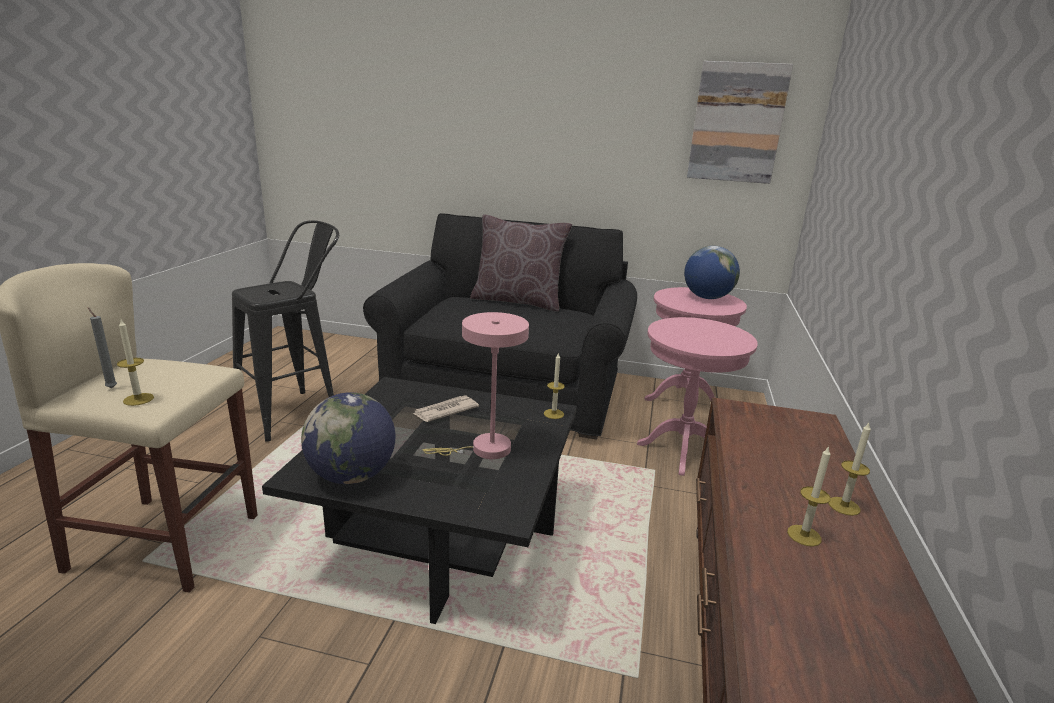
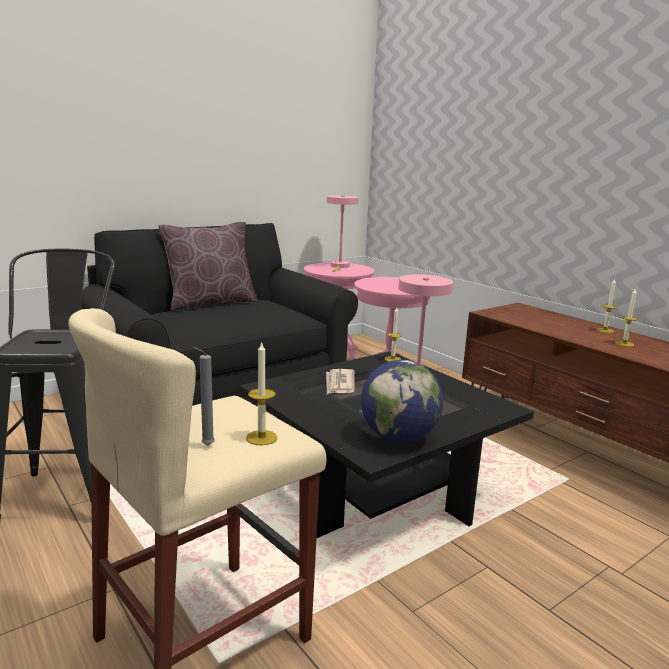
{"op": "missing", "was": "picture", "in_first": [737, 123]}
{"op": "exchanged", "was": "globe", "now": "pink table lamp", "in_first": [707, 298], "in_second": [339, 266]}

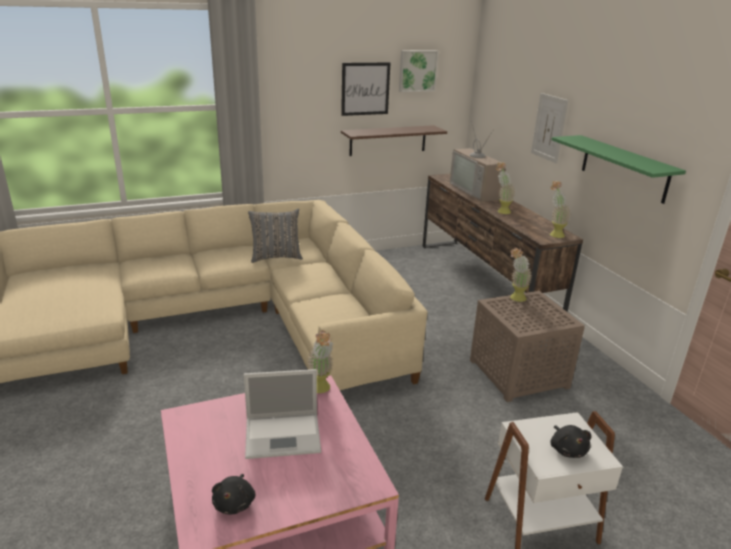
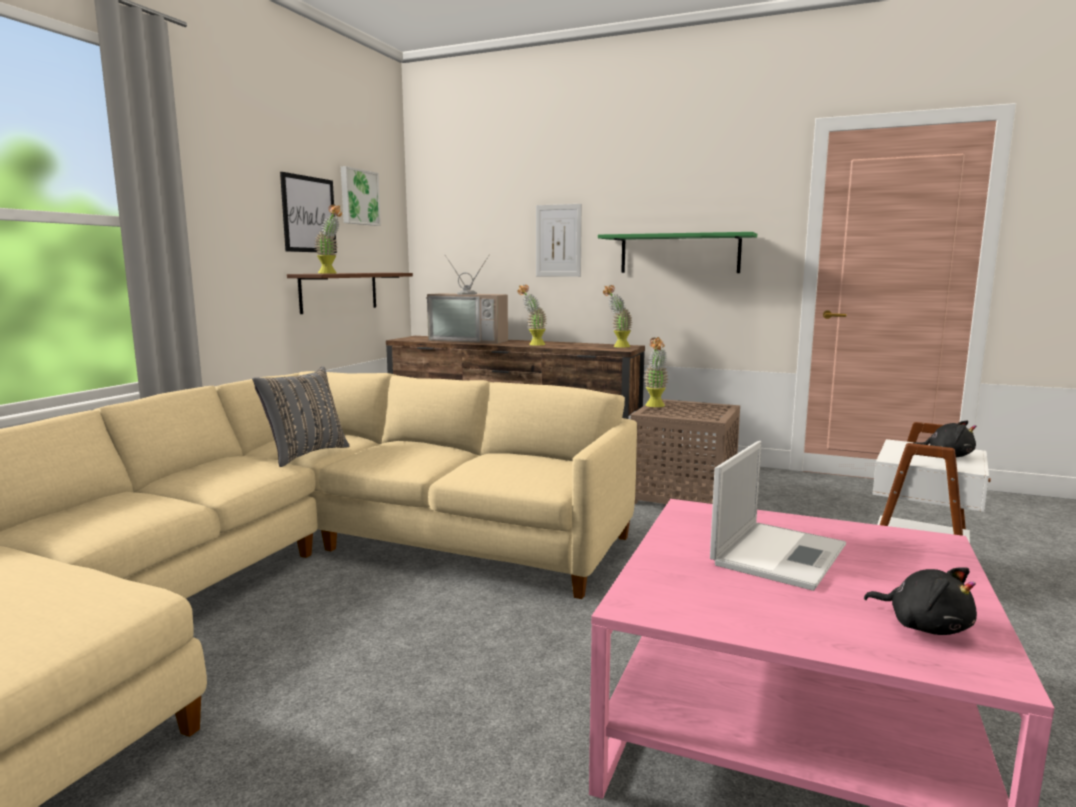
{"op": "relocated", "was": "potted plant", "in_first": [321, 390], "in_second": [331, 273]}

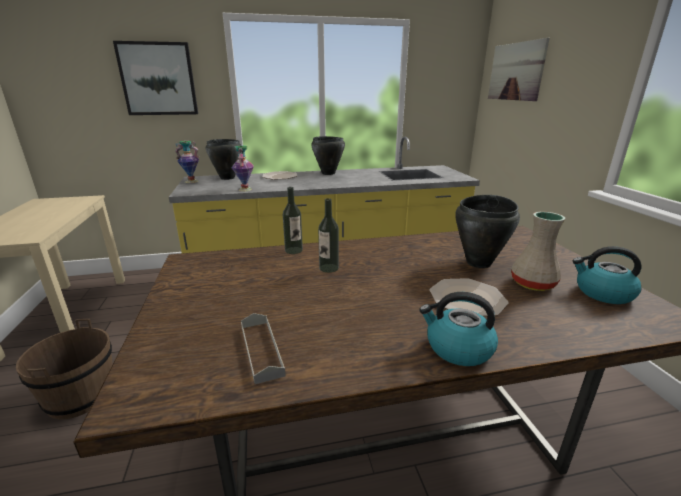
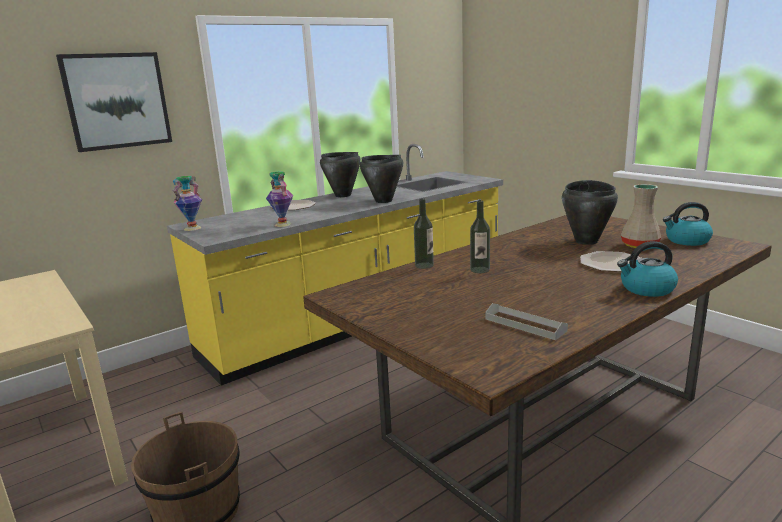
{"op": "missing", "was": "picture", "in_first": [516, 71]}
{"op": "relocated", "was": "black cooking pot", "in_first": [227, 178], "in_second": [384, 201]}

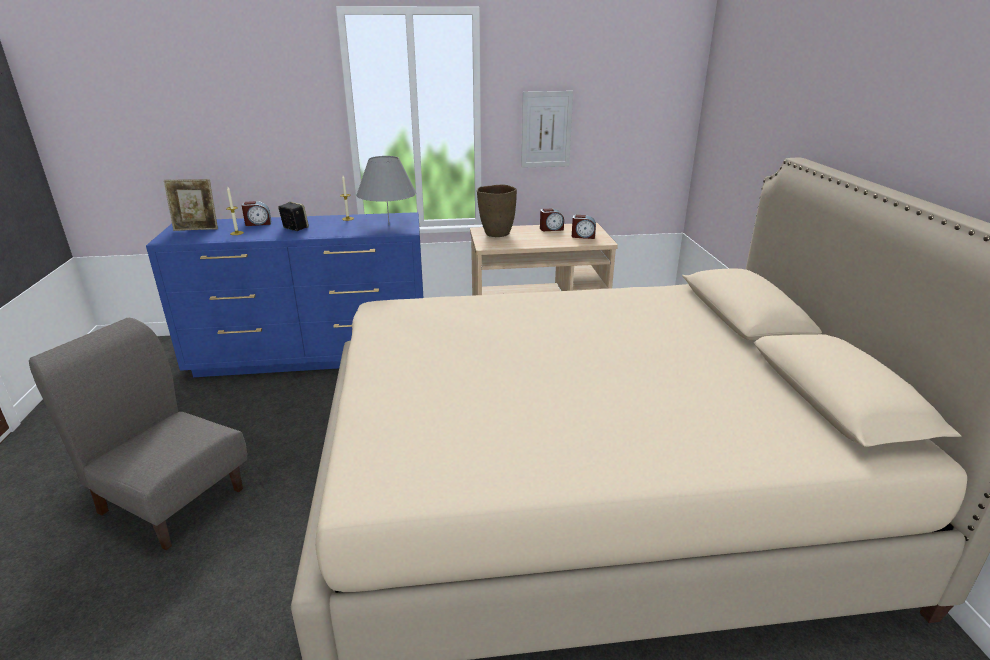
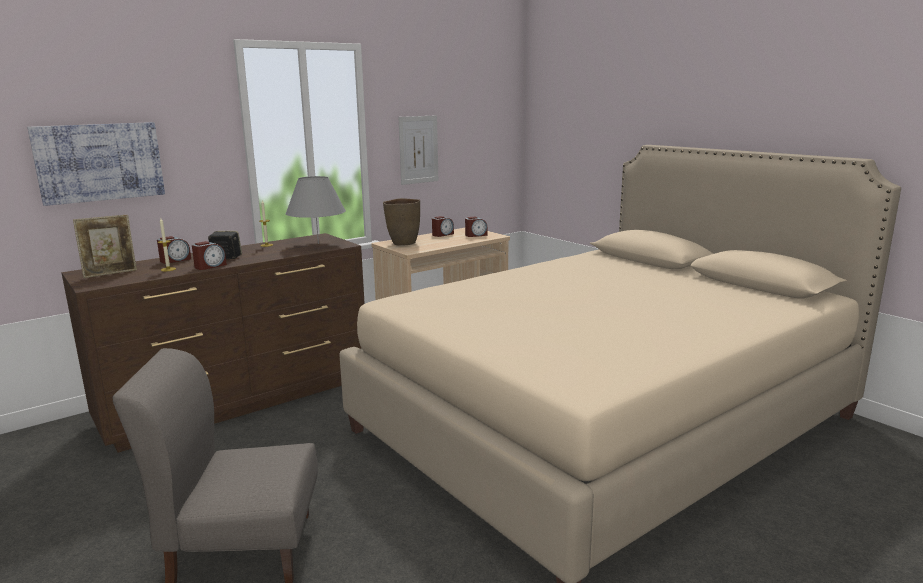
{"op": "appeared", "now": "picture", "in_second": [99, 162]}
{"op": "appeared", "now": "alarm clock", "in_second": [210, 266]}
{"op": "colour", "was": "blue dresser", "now": "brown dresser", "in_first": [314, 355], "in_second": [241, 400]}

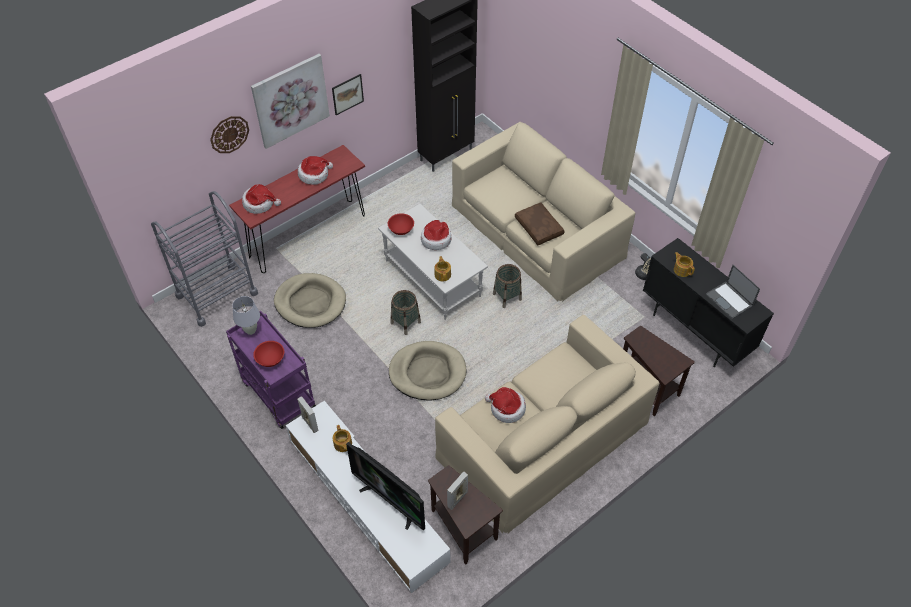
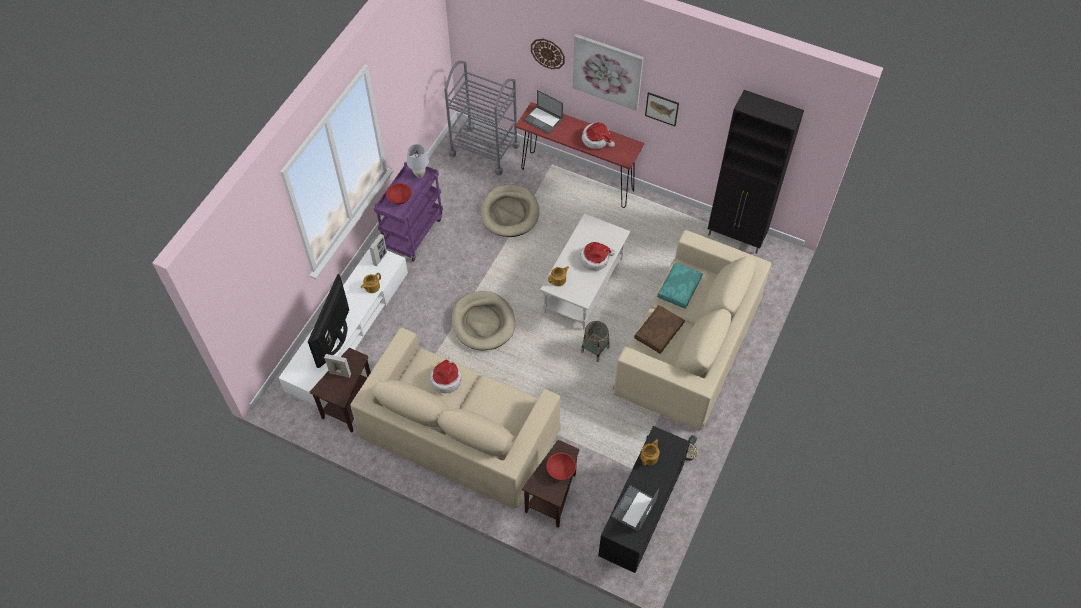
{"op": "missing", "was": "basket", "in_first": [405, 323]}
{"op": "appeared", "now": "turquoise pillow", "in_second": [679, 289]}
{"op": "relocated", "was": "red bowl", "in_first": [401, 229], "in_second": [560, 470]}
{"op": "exchanged", "was": "hat", "now": "laptop", "in_first": [259, 203], "in_second": [543, 119]}

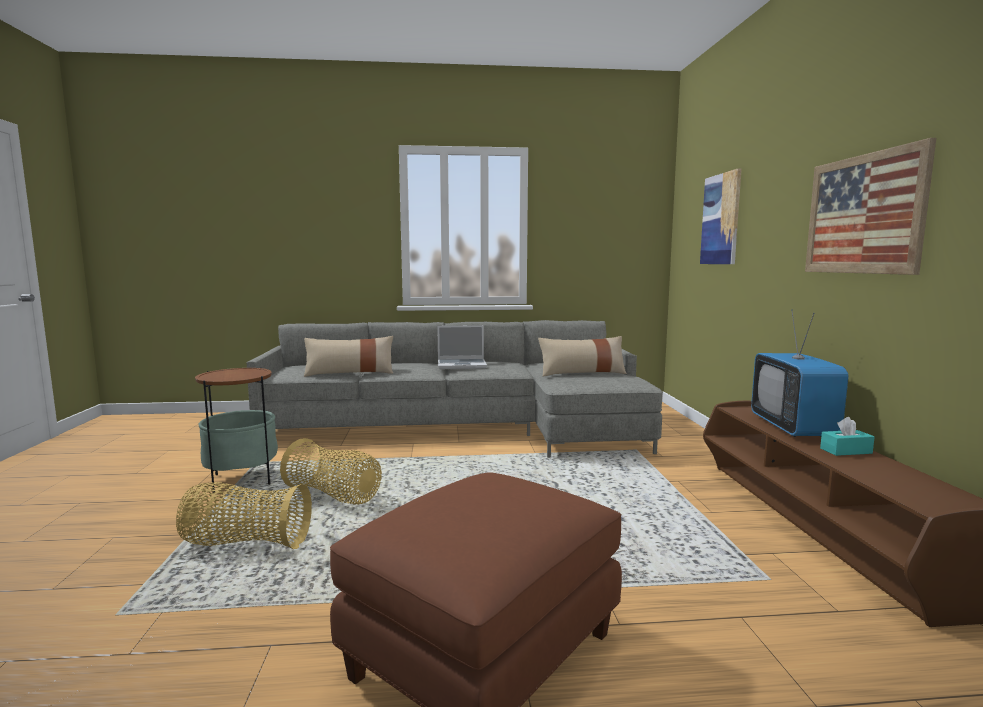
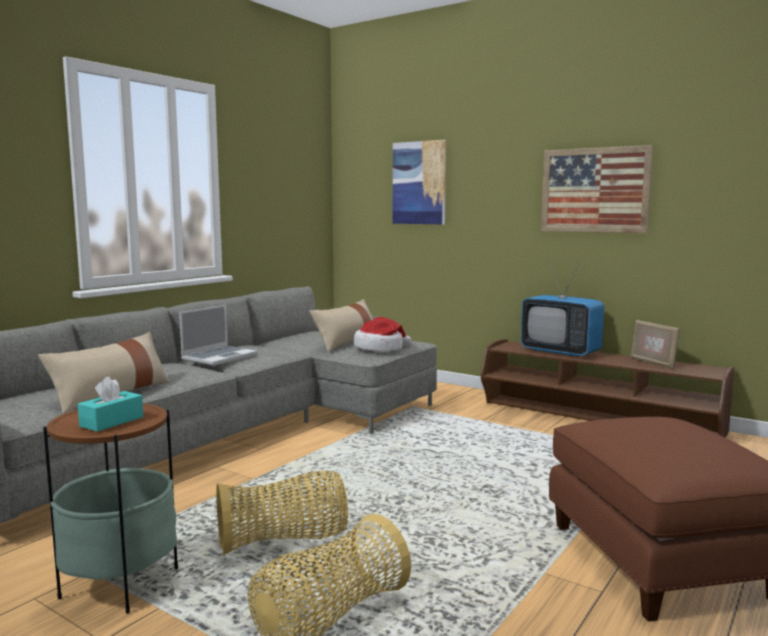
{"op": "appeared", "now": "hat", "in_second": [380, 348]}
{"op": "appeared", "now": "picture frame", "in_second": [652, 363]}
{"op": "relocated", "was": "turquoise tissue box", "in_first": [846, 451], "in_second": [112, 421]}

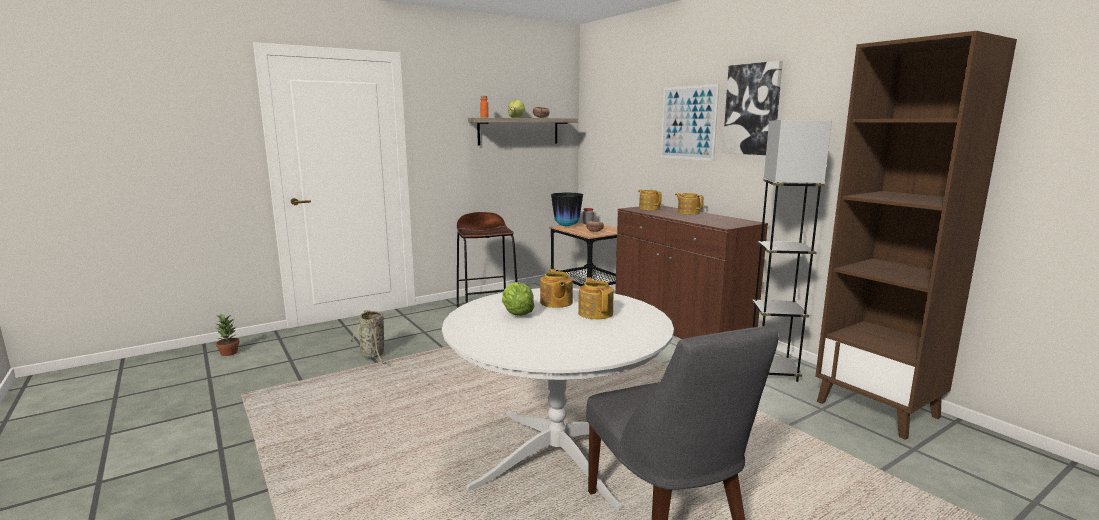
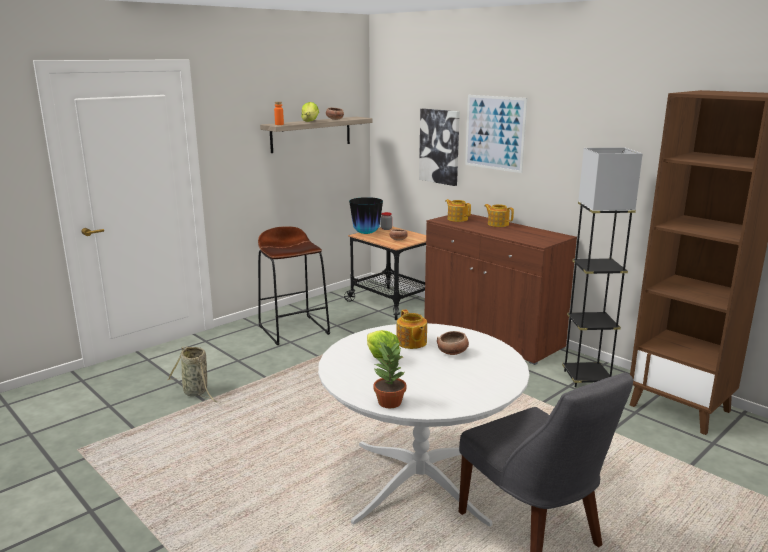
{"op": "relocated", "was": "potted plant", "in_first": [228, 353], "in_second": [389, 402]}
{"op": "relocated", "was": "picture", "in_first": [752, 109], "in_second": [440, 146]}
{"op": "exchanged", "was": "teapot", "now": "bowl", "in_first": [595, 313], "in_second": [453, 352]}

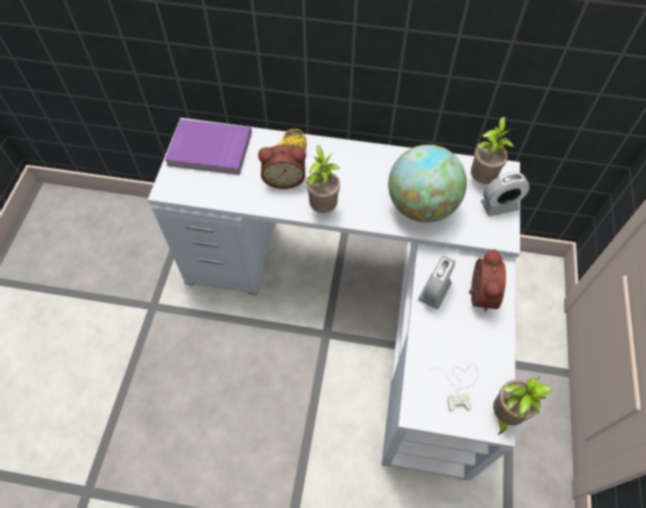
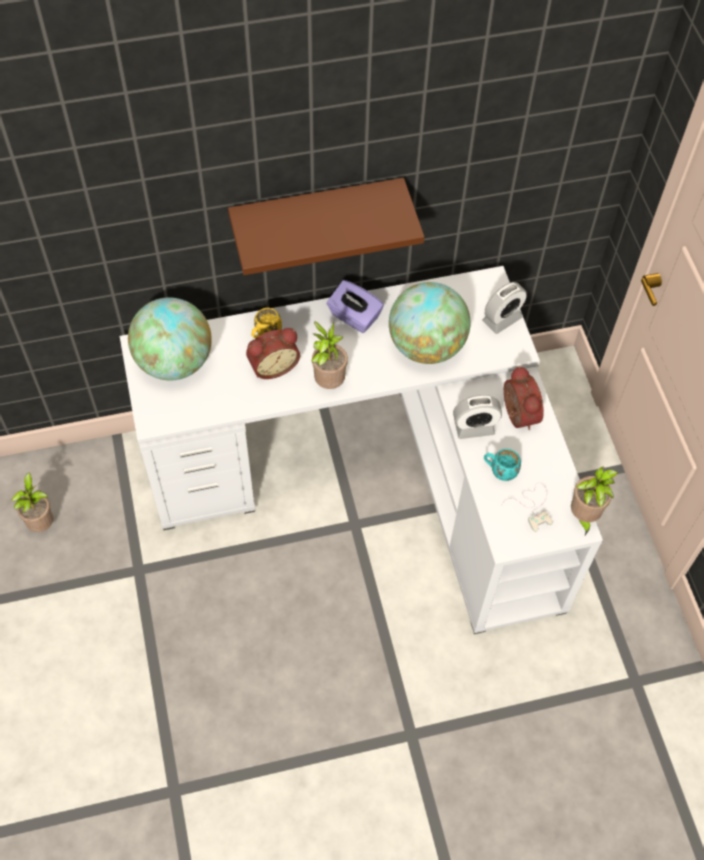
{"op": "appeared", "now": "brown shelf", "in_second": [317, 214]}
{"op": "appeared", "now": "purple tissue box", "in_second": [354, 317]}
{"op": "appeared", "now": "turquoise mug", "in_second": [499, 470]}
{"op": "relocated", "was": "potted plant", "in_first": [482, 179], "in_second": [42, 523]}
{"op": "exchanged", "was": "purple book", "now": "globe", "in_first": [209, 150], "in_second": [174, 362]}
{"op": "spun", "was": "alarm clock", "in_first": [434, 291], "in_second": [474, 427], "clockwise": -105}

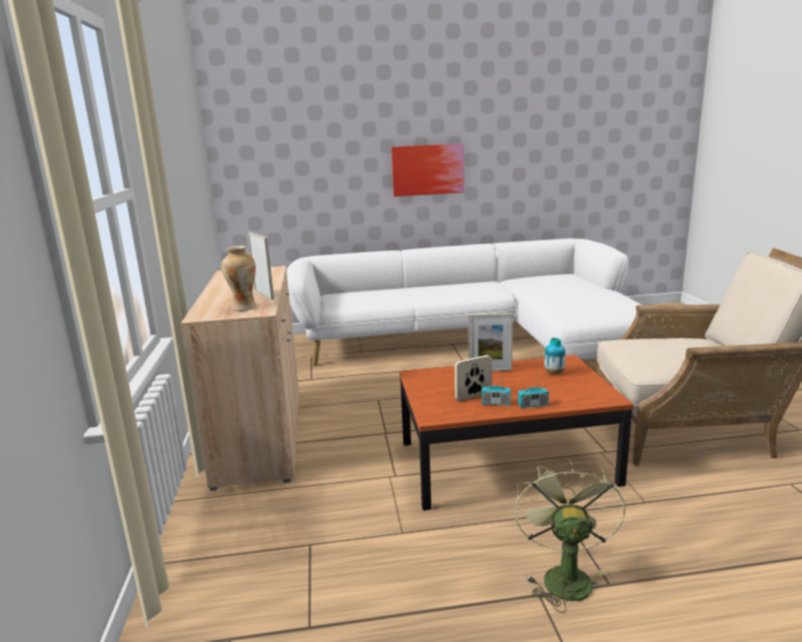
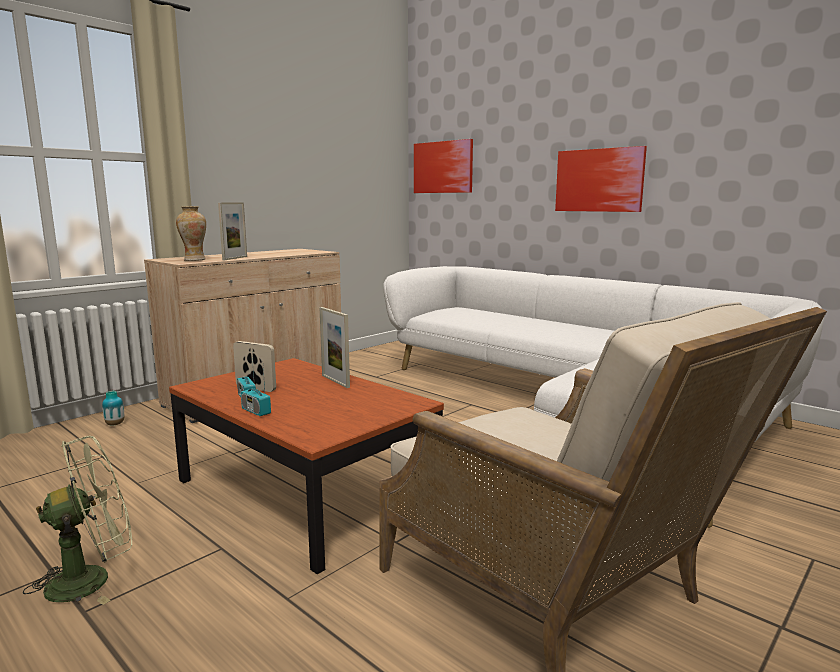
{"op": "appeared", "now": "picture", "in_second": [443, 167]}
{"op": "relocated", "was": "vase", "in_first": [554, 373], "in_second": [115, 424]}

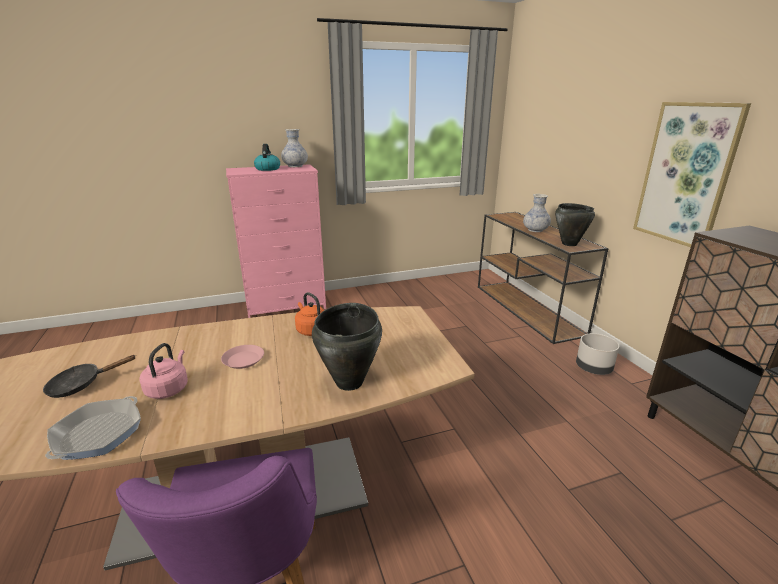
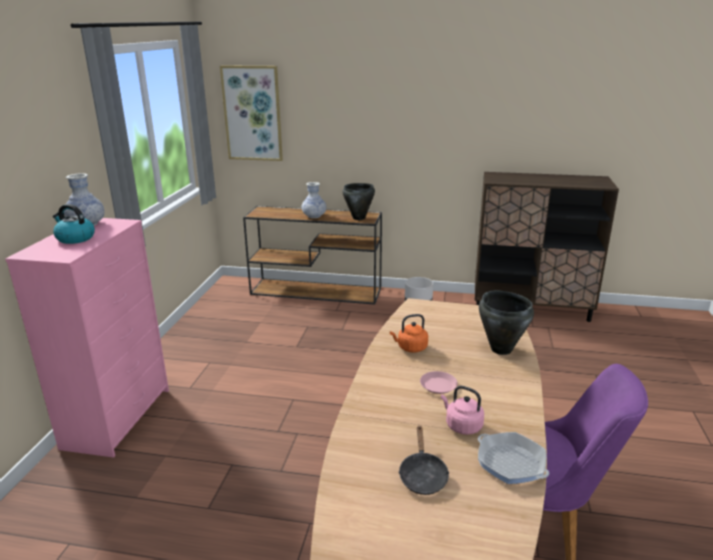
{"op": "relocated", "was": "picture", "in_first": [686, 174], "in_second": [252, 113]}

